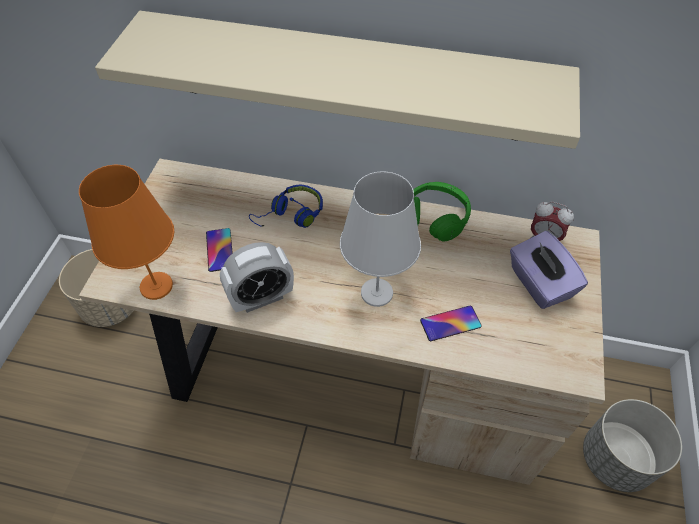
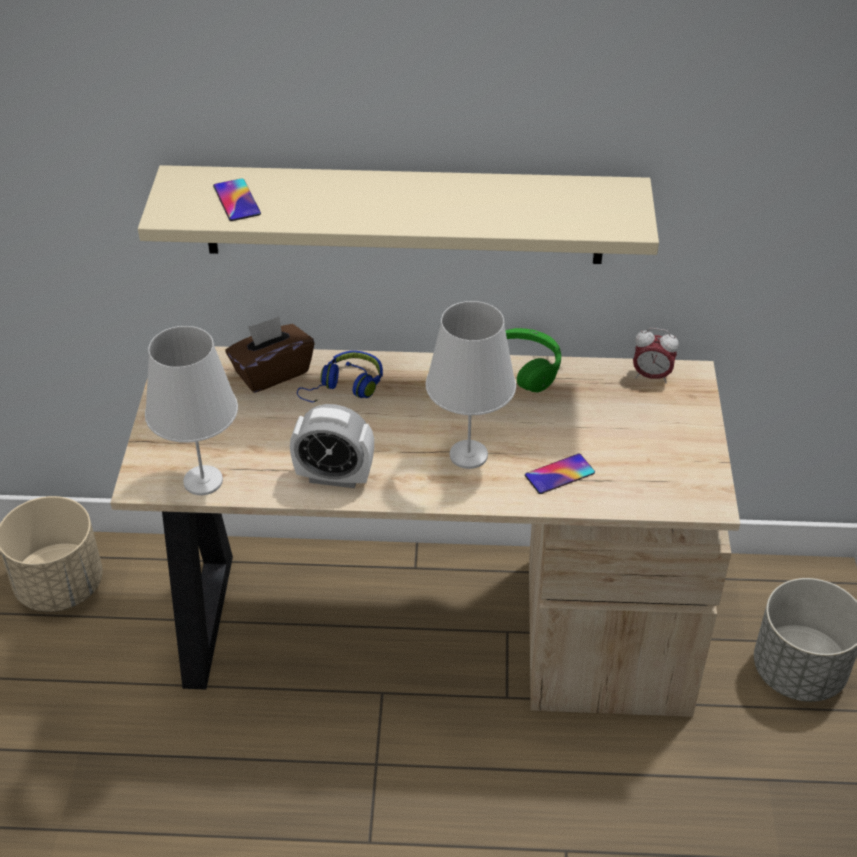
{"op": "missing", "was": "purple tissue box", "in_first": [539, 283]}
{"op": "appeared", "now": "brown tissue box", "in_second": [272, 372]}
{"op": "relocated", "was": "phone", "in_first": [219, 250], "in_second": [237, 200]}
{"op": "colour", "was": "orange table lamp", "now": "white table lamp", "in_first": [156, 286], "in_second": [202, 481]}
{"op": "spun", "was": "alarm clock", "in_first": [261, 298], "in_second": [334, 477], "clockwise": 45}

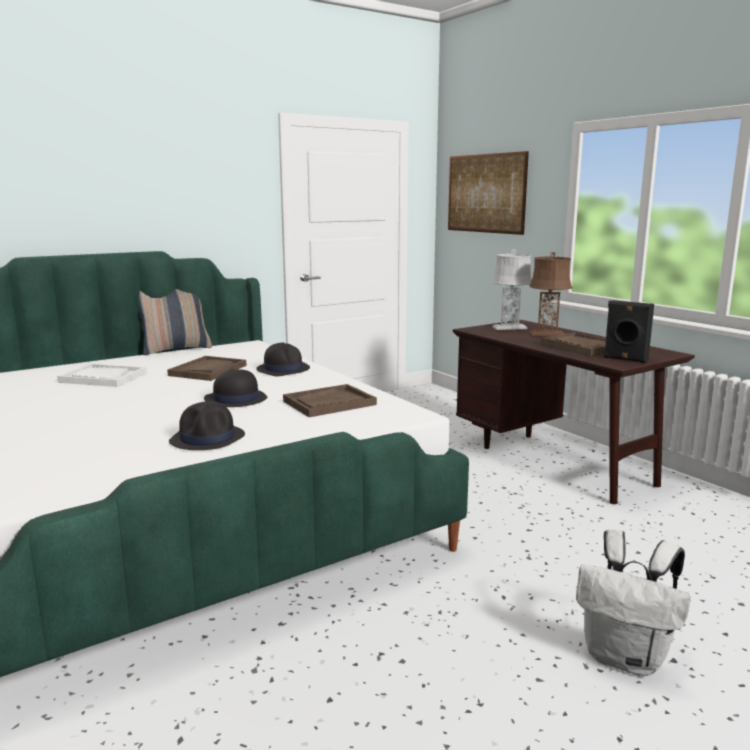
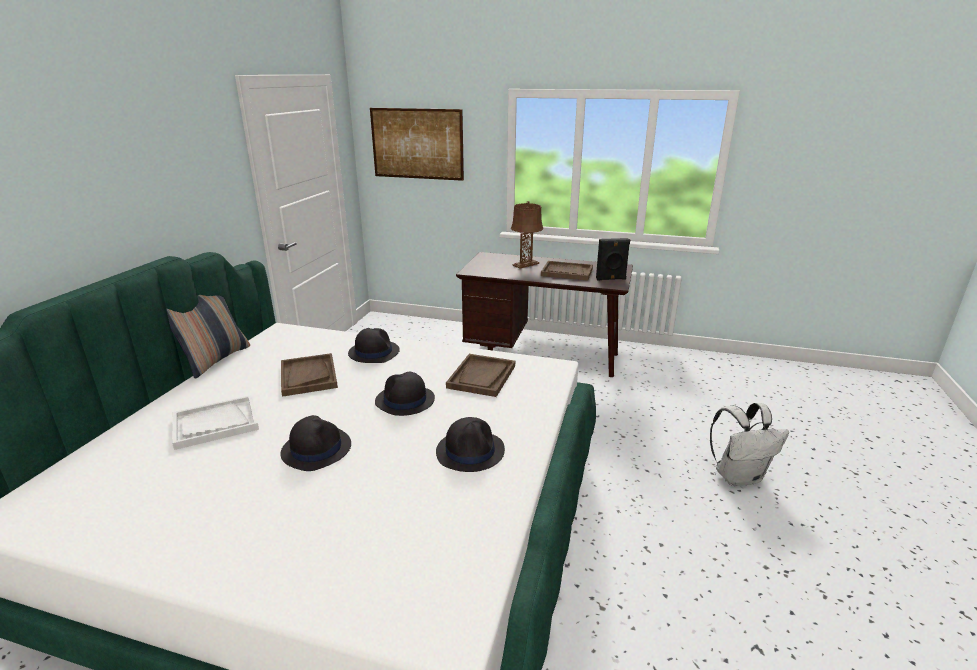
{"op": "missing", "was": "grey table lamp", "in_first": [509, 328]}
{"op": "appeared", "now": "black hat", "in_second": [316, 449]}

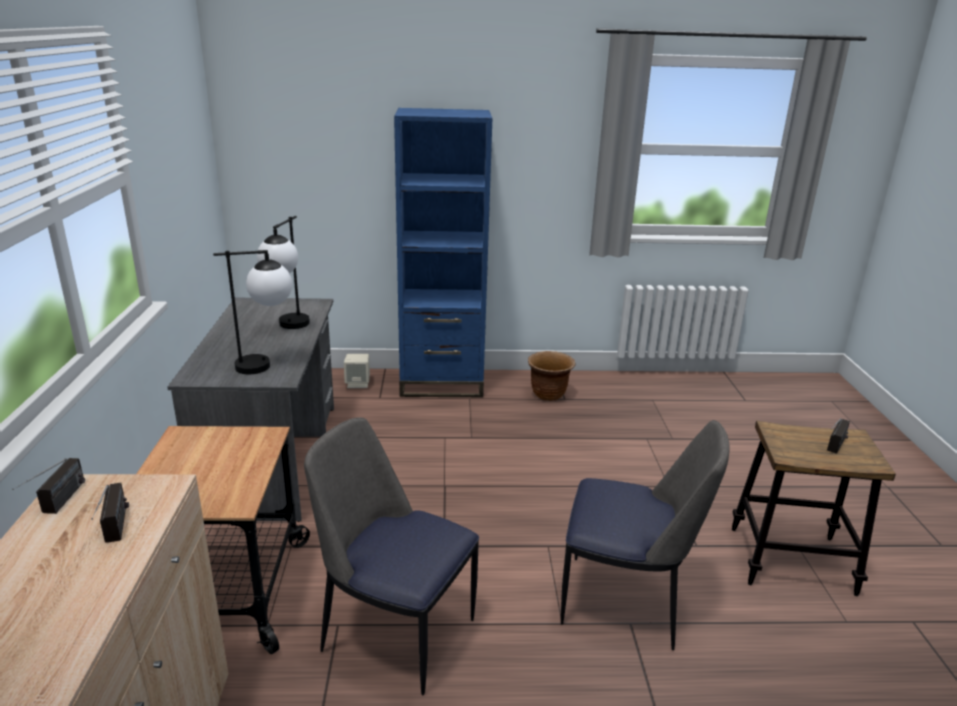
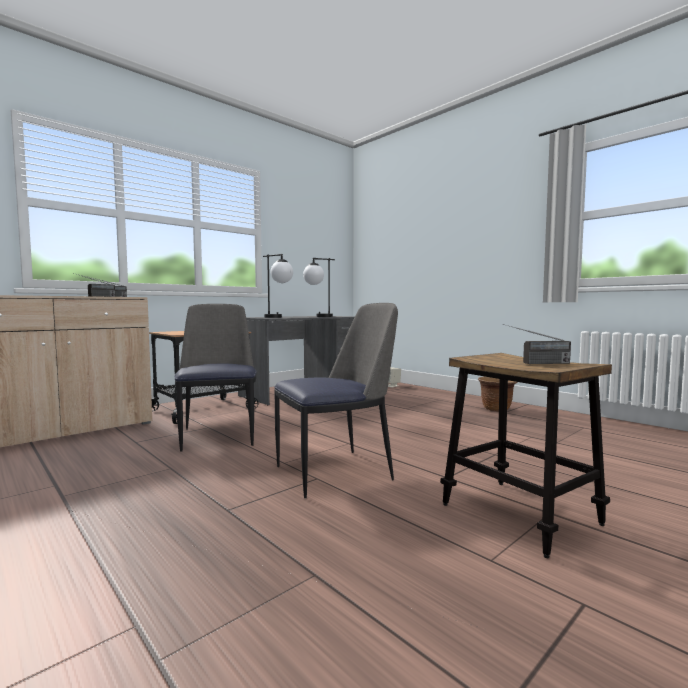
{"op": "missing", "was": "blue bookcase", "in_first": [441, 384]}
{"op": "spun", "was": "chair", "in_first": [626, 601], "in_second": [336, 472], "clockwise": -90}

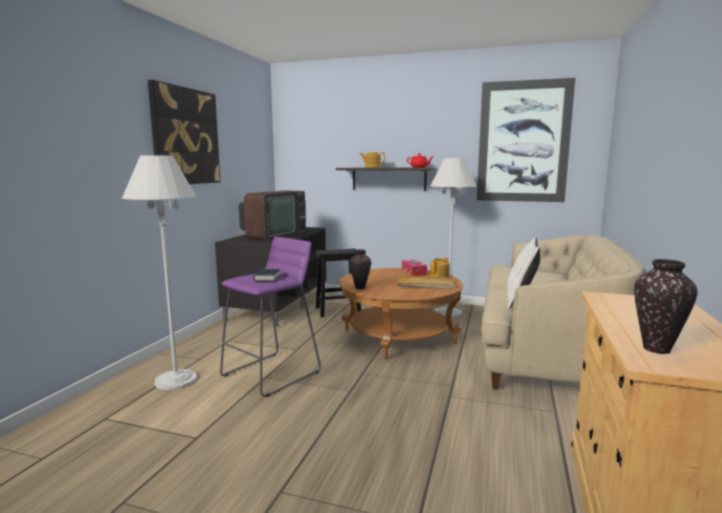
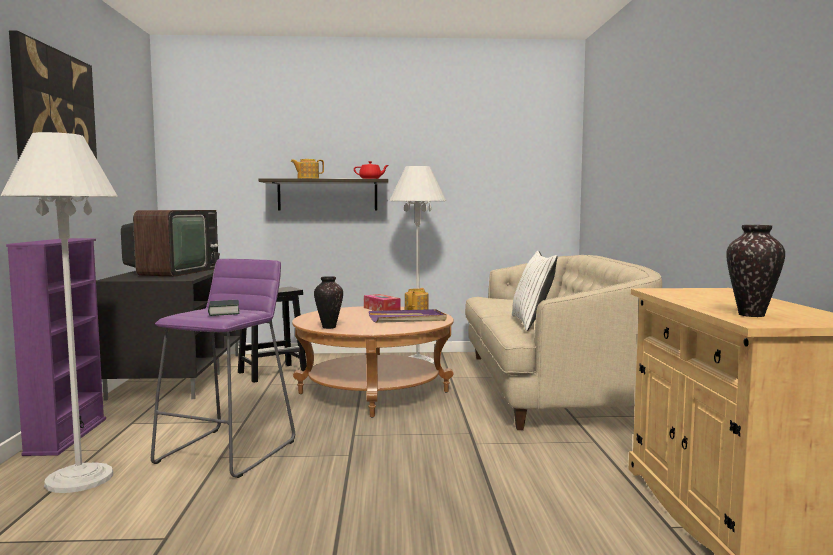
{"op": "missing", "was": "picture", "in_first": [523, 142]}
{"op": "appeared", "now": "purple bookcase", "in_second": [66, 436]}
{"op": "colour", "was": "beige tray", "now": "purple tray", "in_first": [425, 284], "in_second": [407, 319]}

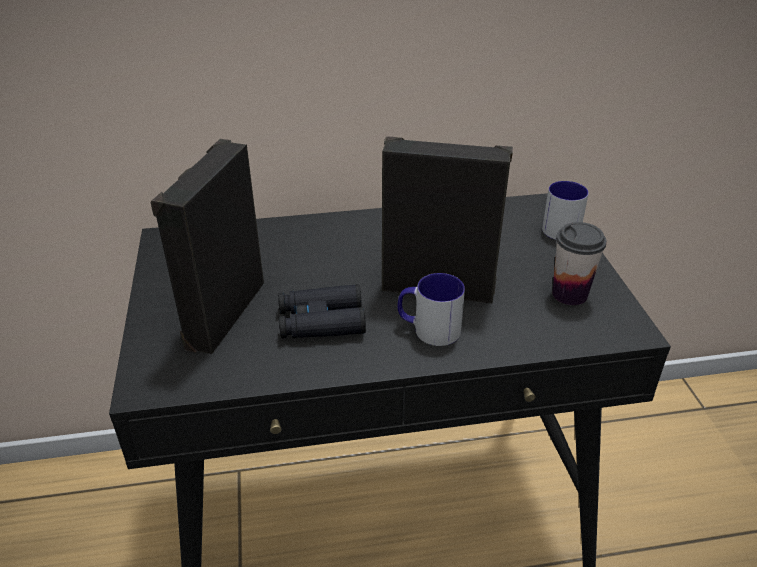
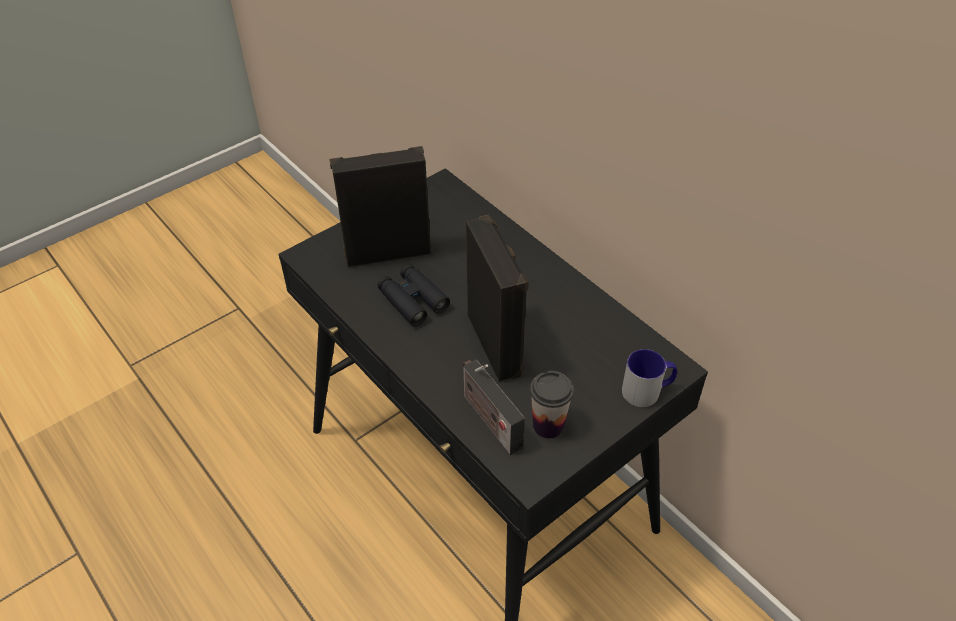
{"op": "missing", "was": "mug", "in_first": [428, 329]}
{"op": "appeared", "now": "radio", "in_second": [489, 419]}

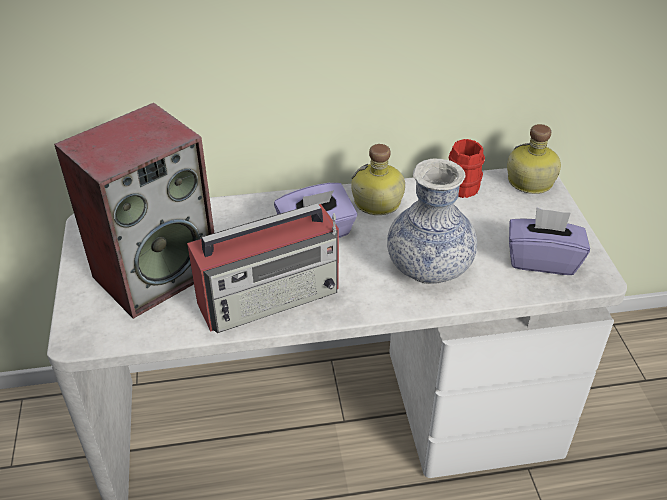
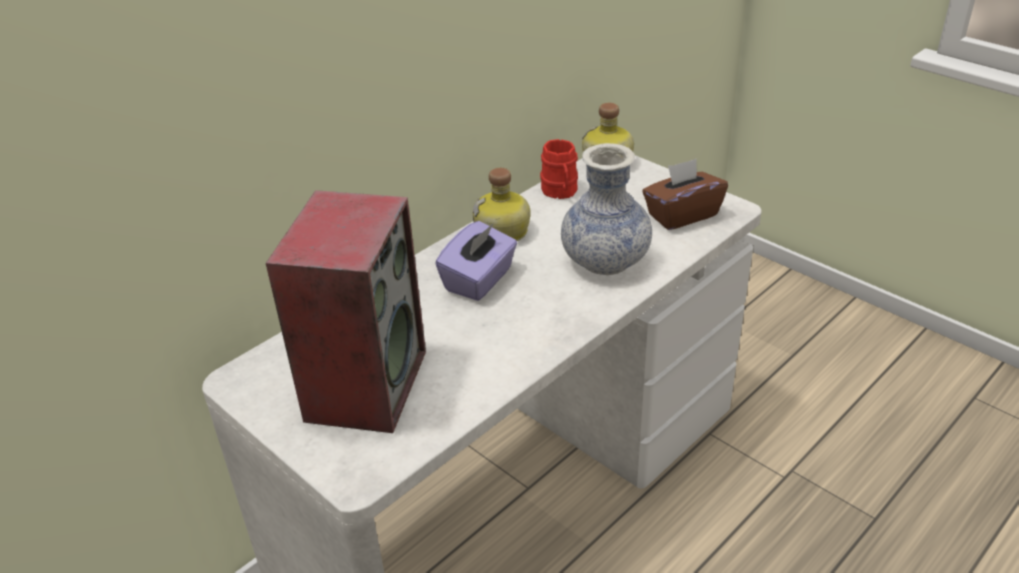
{"op": "missing", "was": "radio", "in_first": [271, 296]}
{"op": "colour", "was": "purple tissue box", "now": "brown tissue box", "in_first": [542, 260], "in_second": [682, 215]}

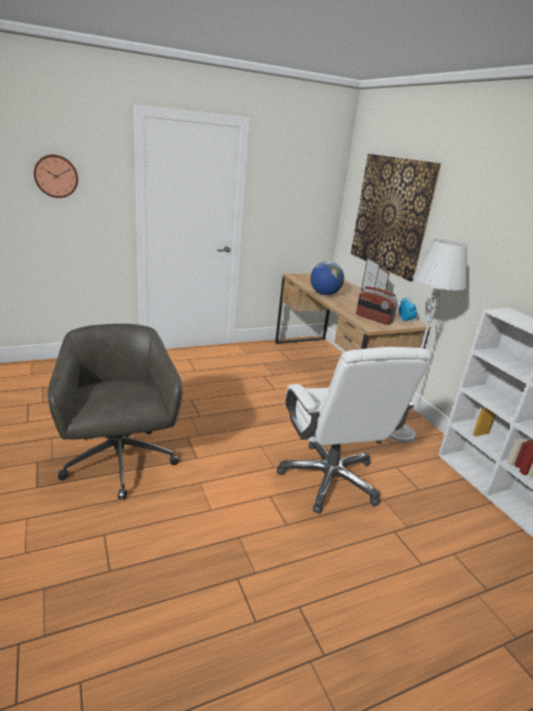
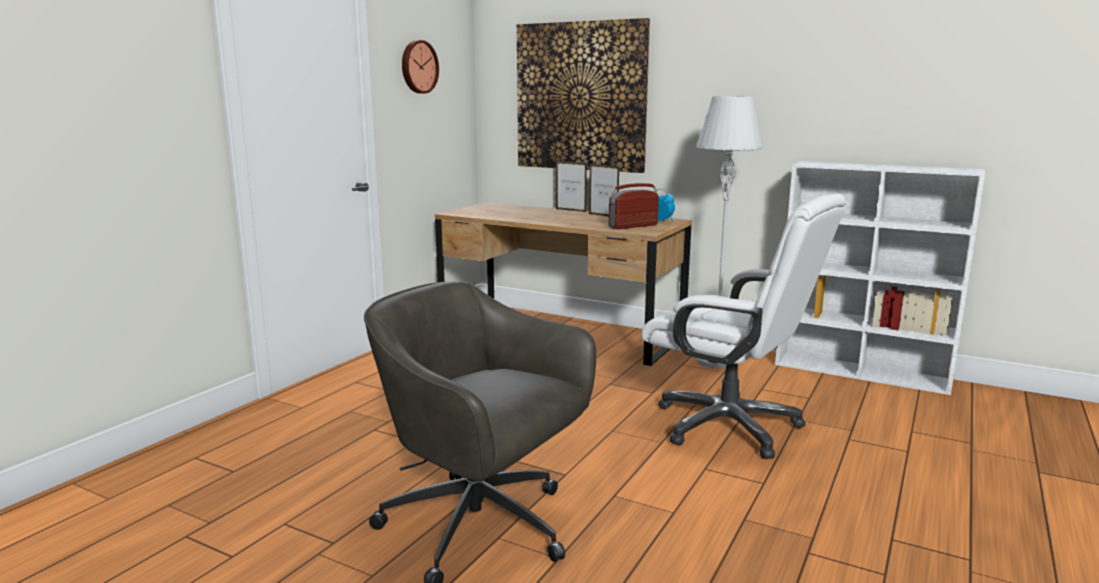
{"op": "missing", "was": "globe", "in_first": [324, 294]}
{"op": "relocated", "was": "wall clock", "in_first": [56, 176], "in_second": [418, 67]}
{"op": "spun", "was": "radio", "in_first": [373, 319], "in_second": [633, 226], "clockwise": 150}

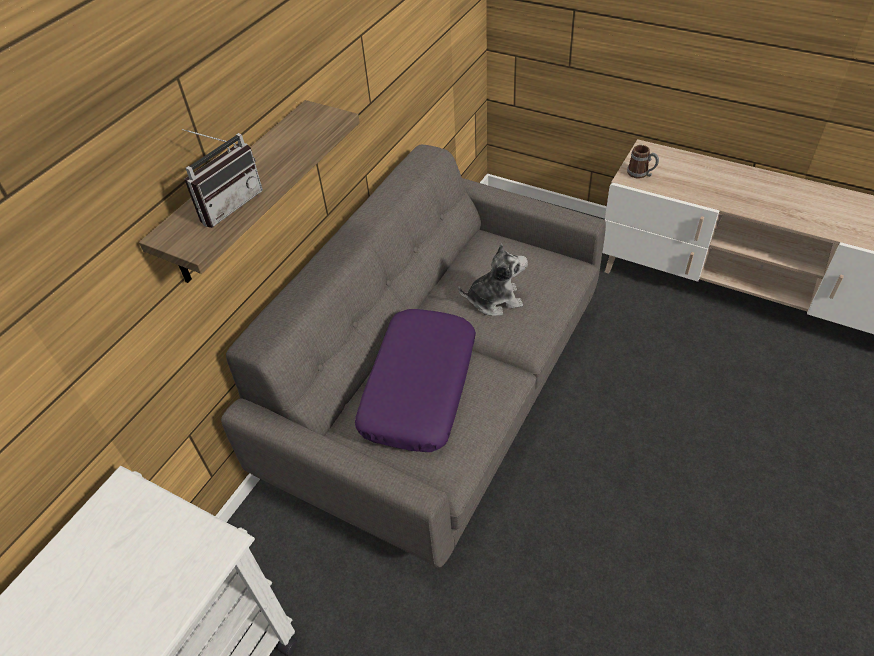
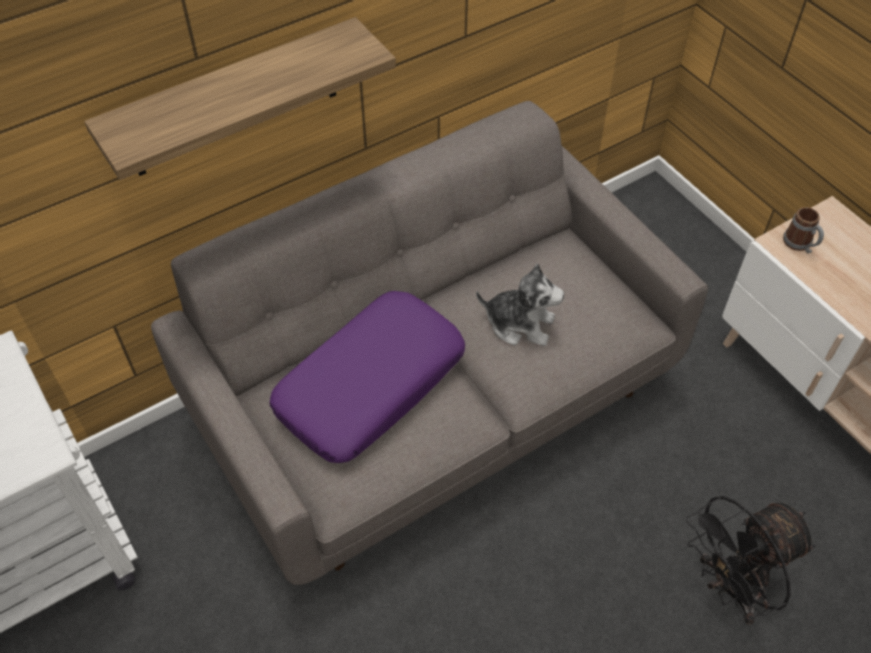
{"op": "missing", "was": "radio", "in_first": [227, 204]}
{"op": "appeared", "now": "black fan", "in_second": [730, 587]}

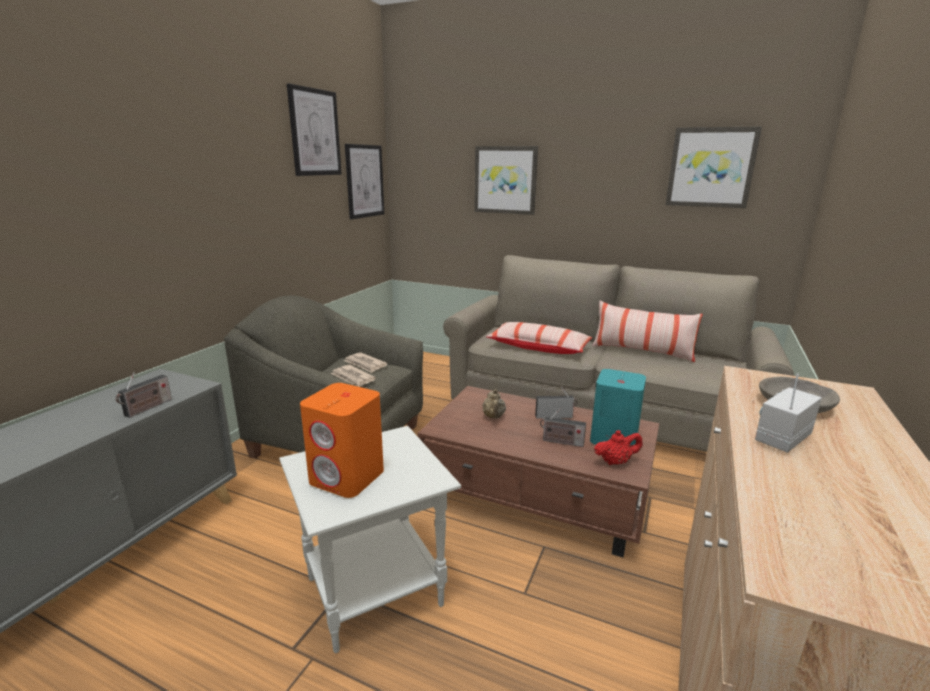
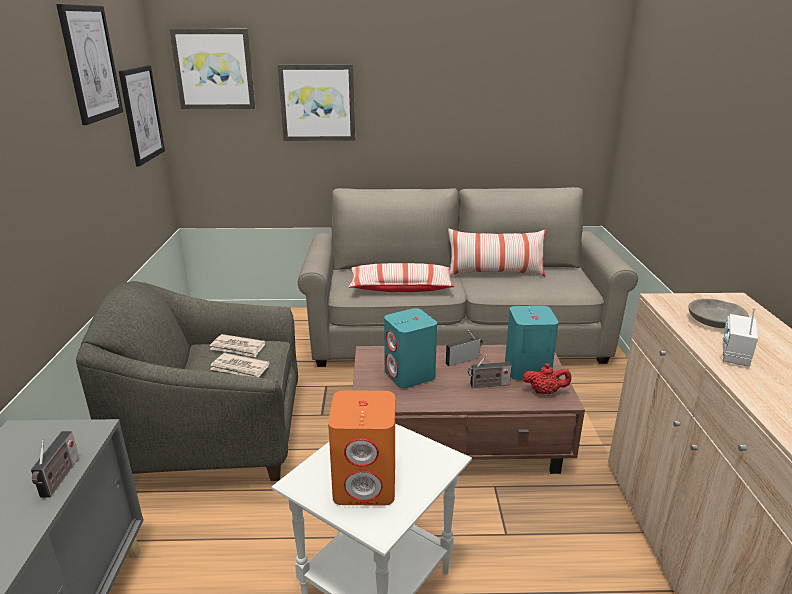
{"op": "relocated", "was": "picture", "in_first": [711, 167], "in_second": [214, 69]}
{"op": "exchanged", "was": "beige teapot", "now": "turquoise speaker", "in_first": [494, 417], "in_second": [410, 375]}
{"op": "spun", "was": "red teapot", "in_first": [615, 462], "in_second": [545, 392], "clockwise": 45}

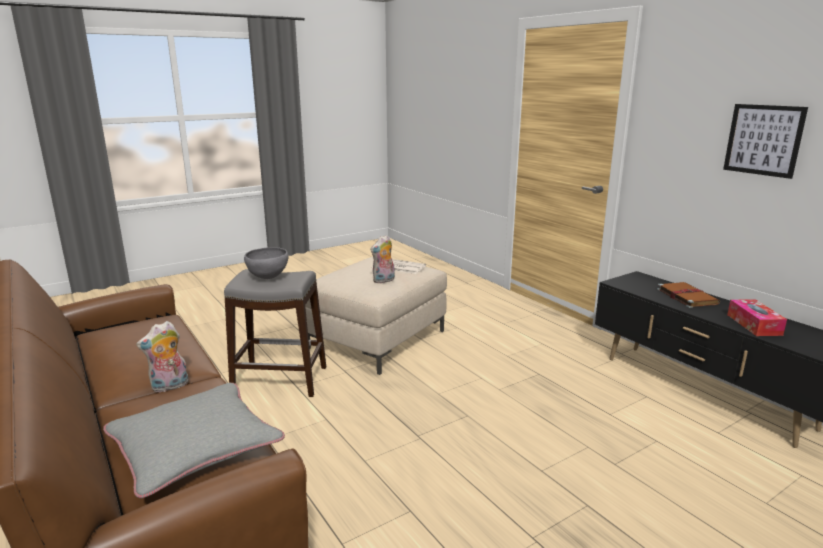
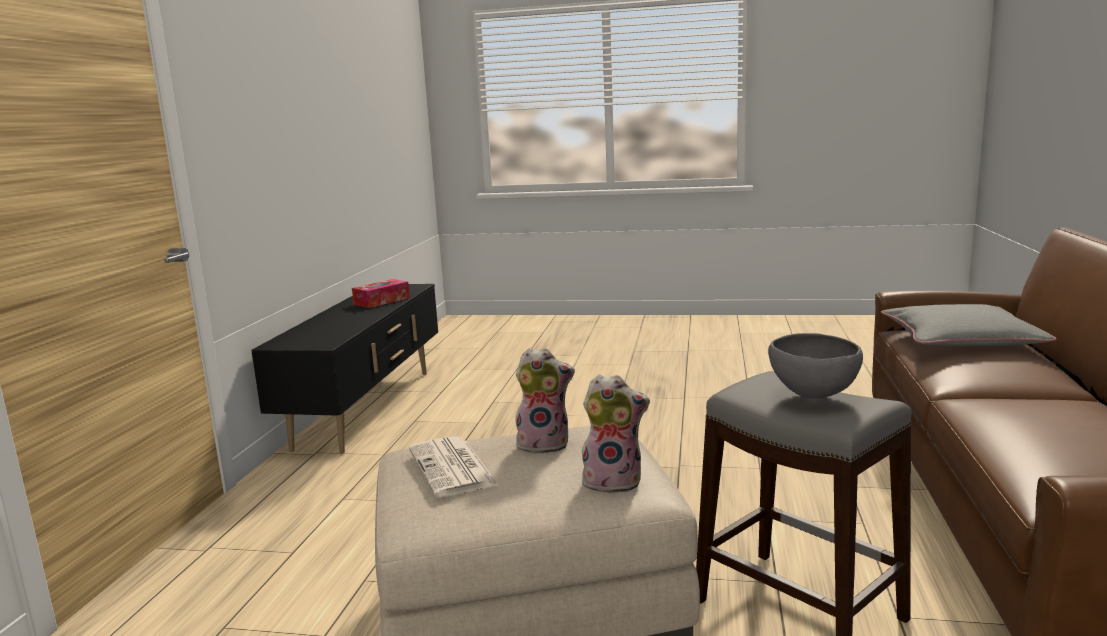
{"op": "missing", "was": "brown book", "in_first": [686, 296]}
{"op": "missing", "was": "picture", "in_first": [763, 140]}
{"op": "relocated", "was": "plush toy", "in_first": [169, 387], "in_second": [614, 481]}

